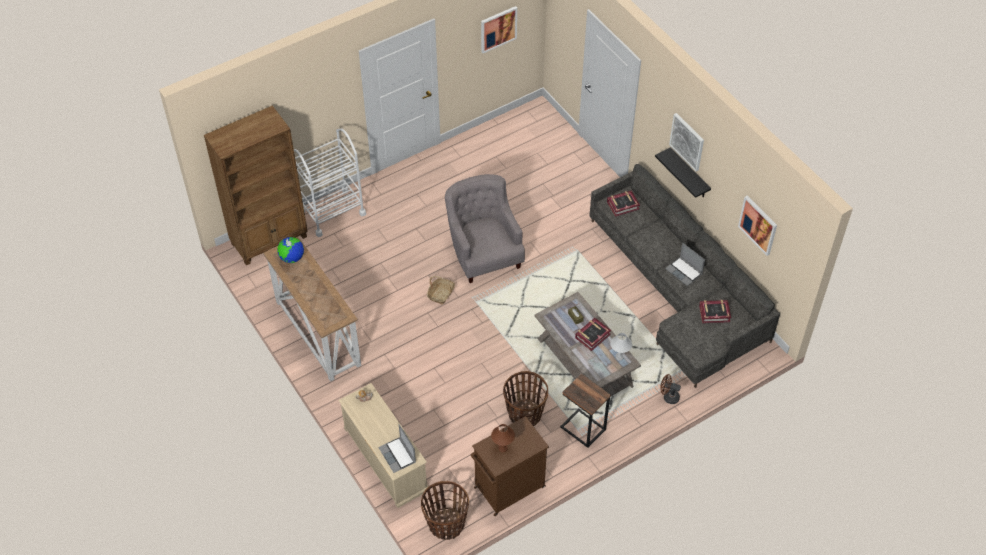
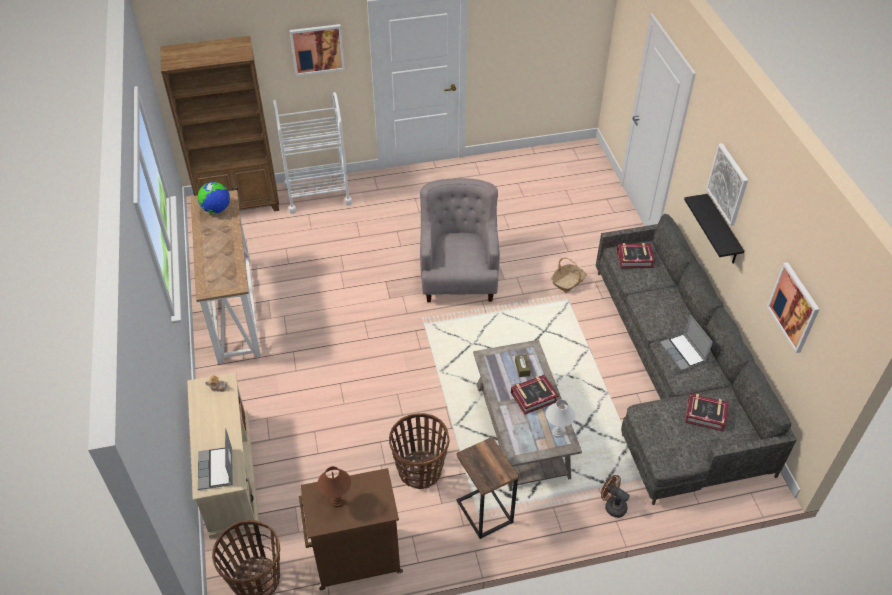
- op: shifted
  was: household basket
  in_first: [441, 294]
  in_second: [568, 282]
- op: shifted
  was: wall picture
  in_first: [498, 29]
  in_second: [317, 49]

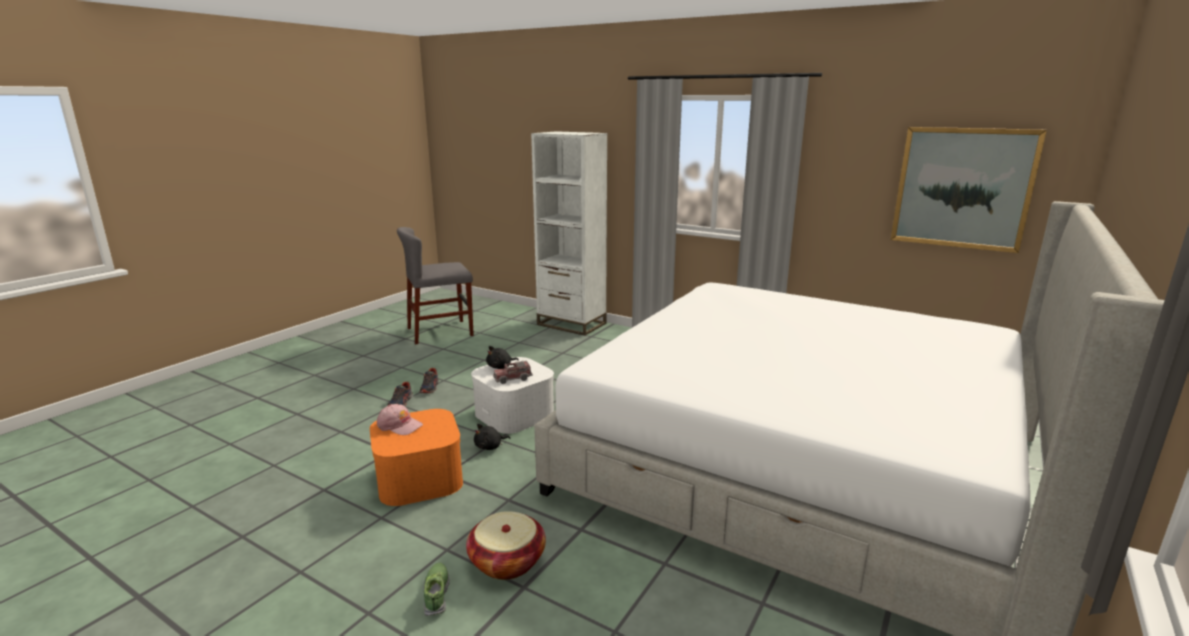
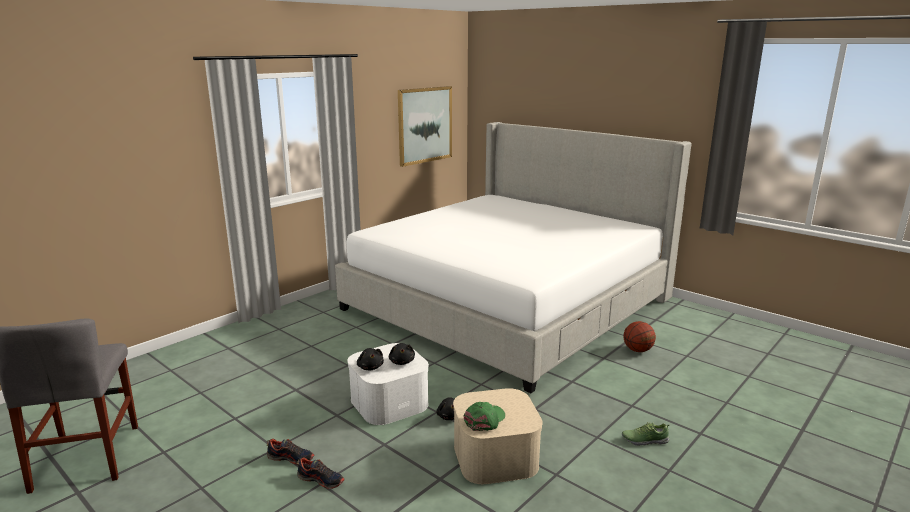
- op: gone
  was: household basket
  in_first: [507, 561]
- op: gone
  was: whitish shelving unit
  in_first: [571, 324]
- op: new
  now: basketball ball
  in_second: [637, 350]
- op: swapped
  was: toy truck
  now: blackish soft toy
  in_first: [513, 378]
  in_second: [402, 362]
- op: repainted
  was: orange storage box
  now: beige storage box
  in_first: [419, 478]
  in_second: [495, 456]
- op: repainted
  was: pinkish baseball cap
  now: green baseball cap
  in_first: [399, 425]
  in_second: [485, 420]

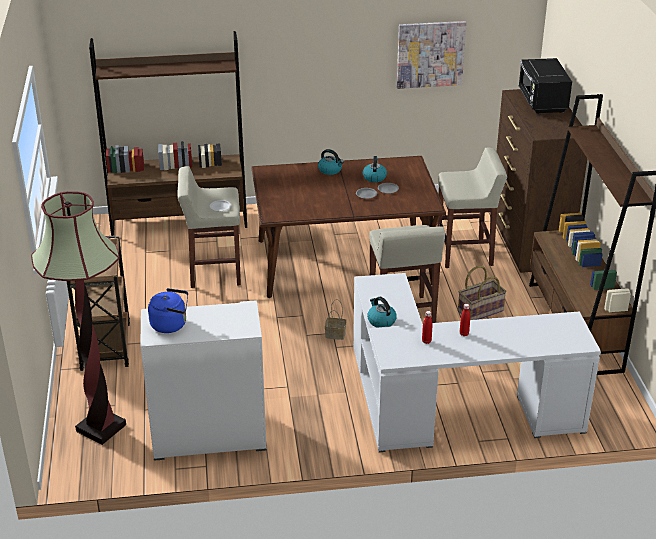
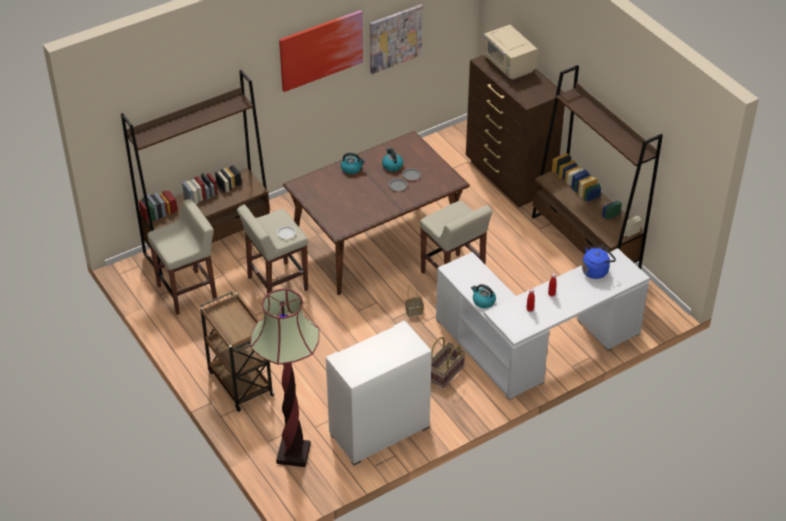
- op: new
  now: wall picture
  in_second: [321, 50]
- op: shifted
  was: blue-coloured water kettle
  in_first: [171, 324]
  in_second: [596, 270]
- op: shifted
  was: beige stool seat
  in_first: [465, 253]
  in_second: [188, 292]
- op: shifted
  was: household basket
  in_first: [480, 310]
  in_second: [445, 372]
- op: repainted
  was: blackish kitchen microwave
  now: beige kitchen microwave
  in_first: [542, 102]
  in_second: [508, 65]

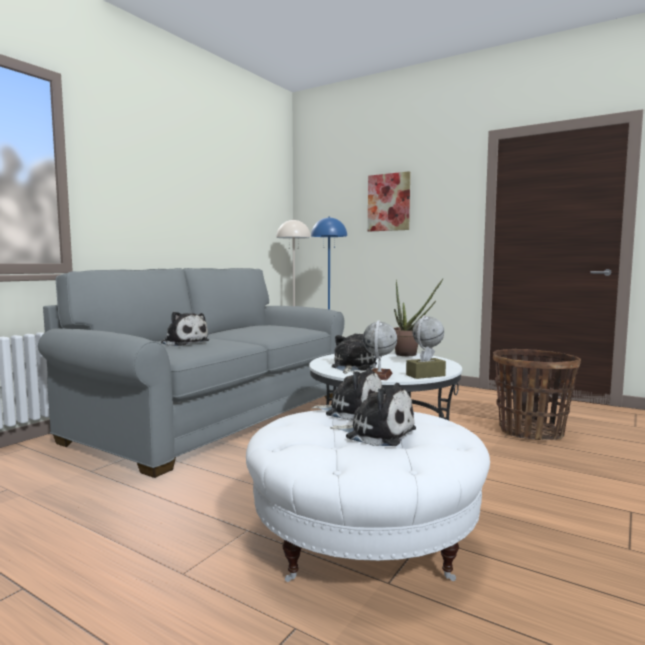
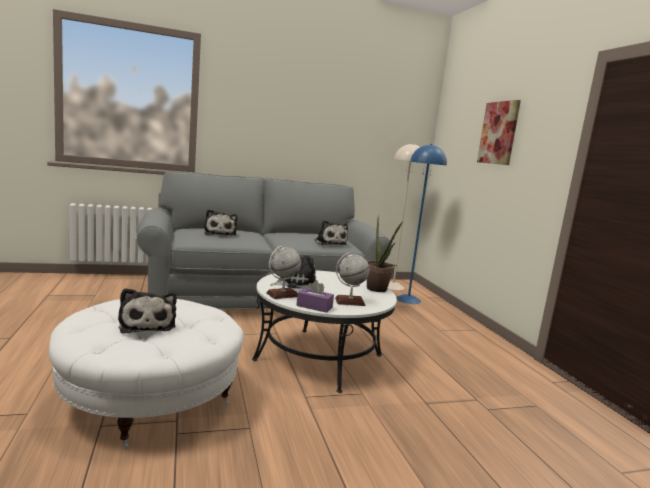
- op: gone
  was: household basket
  in_first: [531, 432]
- op: shifted
  was: soft toy
  in_first: [352, 411]
  in_second: [329, 243]
- op: repainted
  was: brown tissue holder
  now: purplish tissue holder
  in_first: [425, 375]
  in_second: [314, 306]

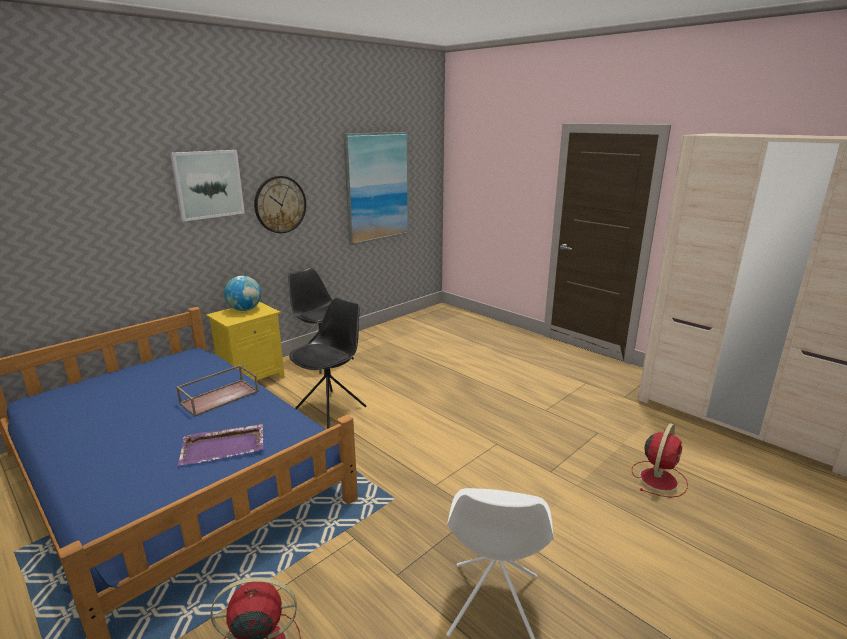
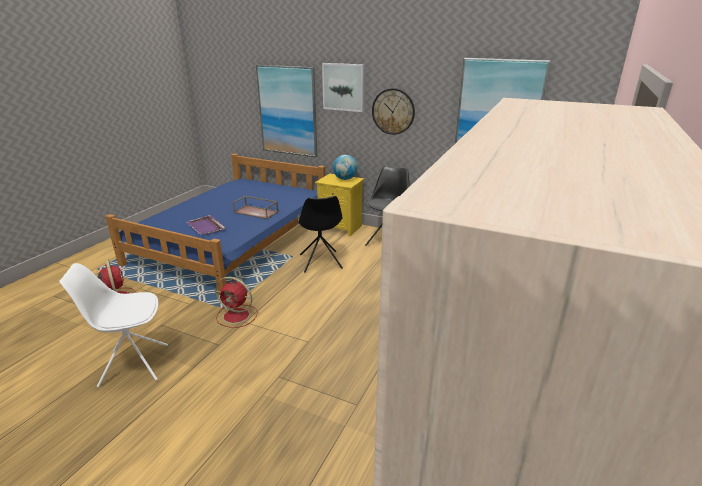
- op: new
  now: wall picture
  in_second: [287, 111]
- op: shifted
  was: red-coloured electric fan
  in_first: [659, 478]
  in_second: [237, 316]
- op: rotated
  was: blackish plain chair
  in_first: [331, 408]
  in_second: [320, 262]
  clockwise: 60

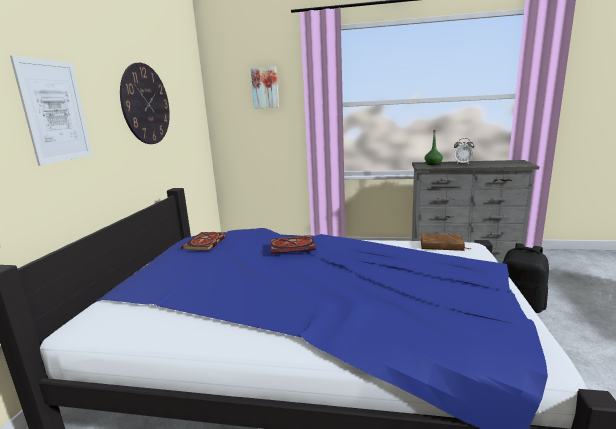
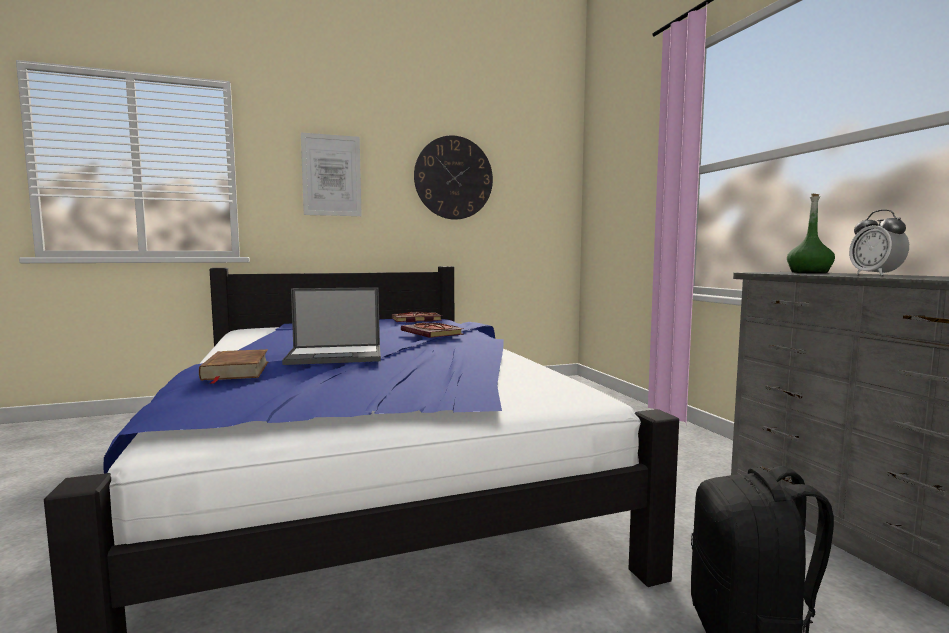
- op: gone
  was: wall picture
  in_first: [265, 88]
- op: new
  now: laptop
  in_second: [336, 356]
- op: shifted
  was: brown bound book
  in_first: [441, 245]
  in_second: [235, 371]

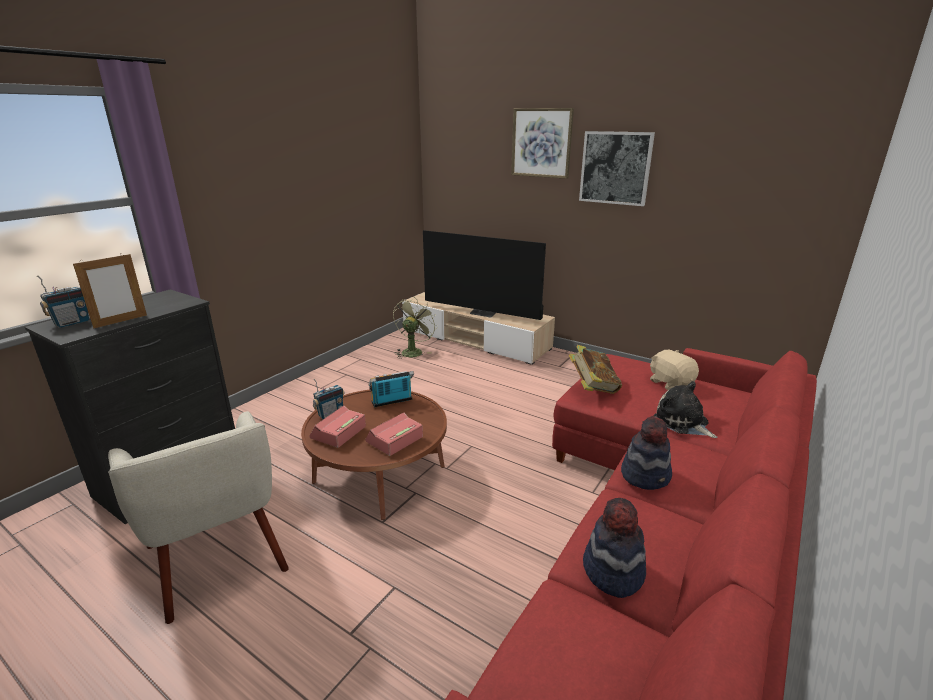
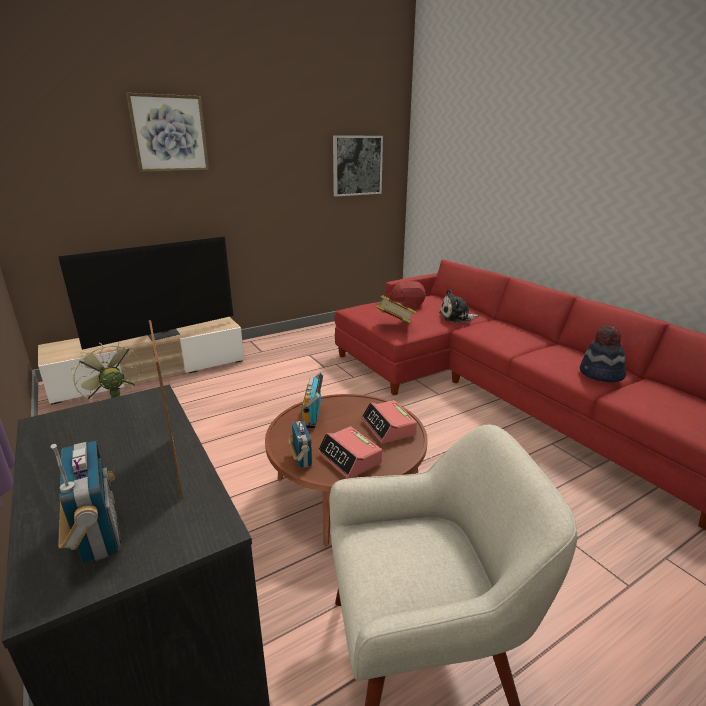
- op: gone
  was: clothing hat
  in_first: [646, 475]
- op: shifted
  was: wall picture
  in_first: [615, 168]
  in_second: [357, 165]
- op: repainted
  was: beige soft toy
  now: red-coloured soft toy
  in_first: [670, 383]
  in_second: [408, 305]

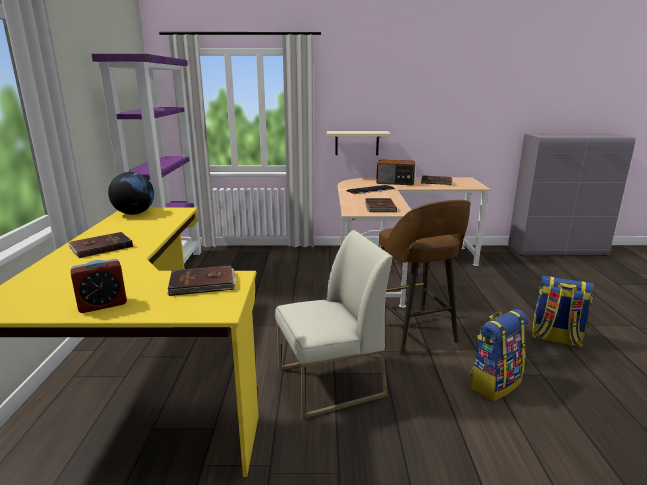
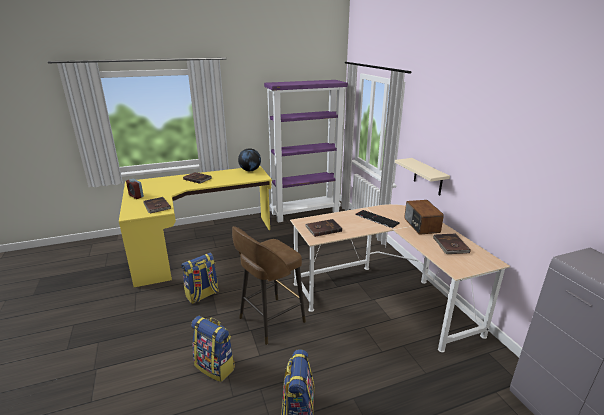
- op: swapped
  was: whitish plain chair
  now: backpack
  in_first: [330, 383]
  in_second: [202, 295]

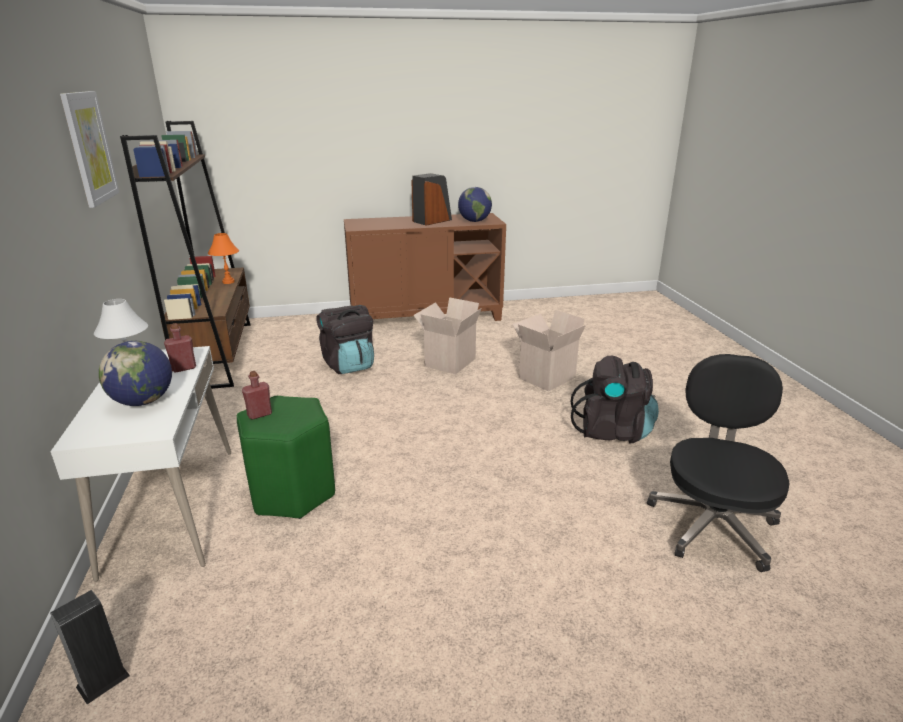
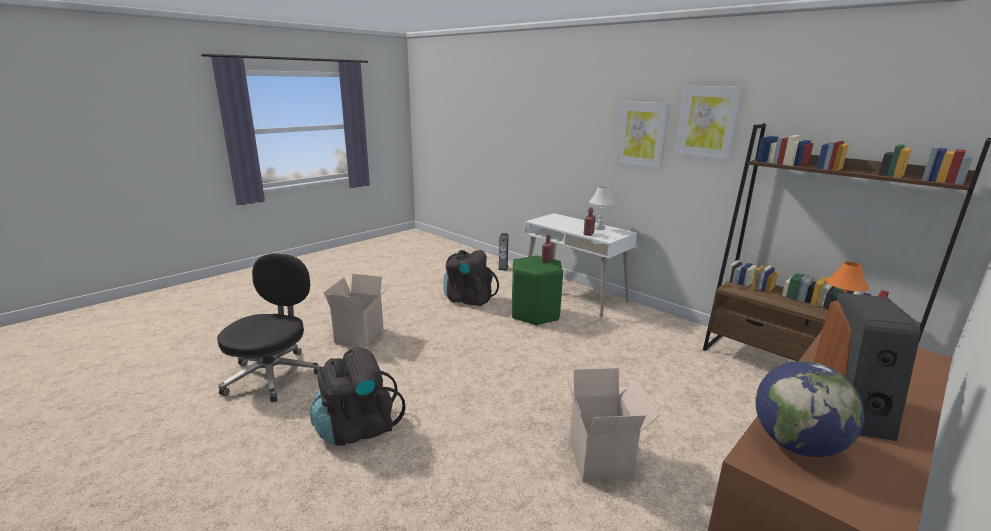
- op: gone
  was: globe
  in_first: [143, 401]
- op: new
  now: wall picture
  in_second: [641, 134]
- op: shifted
  was: blackish backpack
  in_first: [349, 365]
  in_second: [468, 299]
- op: shifted
  was: cardboard box
  in_first: [546, 377]
  in_second: [360, 336]
- op: rotated
  was: blackish computer chair
  in_first: [712, 524]
  in_second: [273, 375]
  clockwise: -150

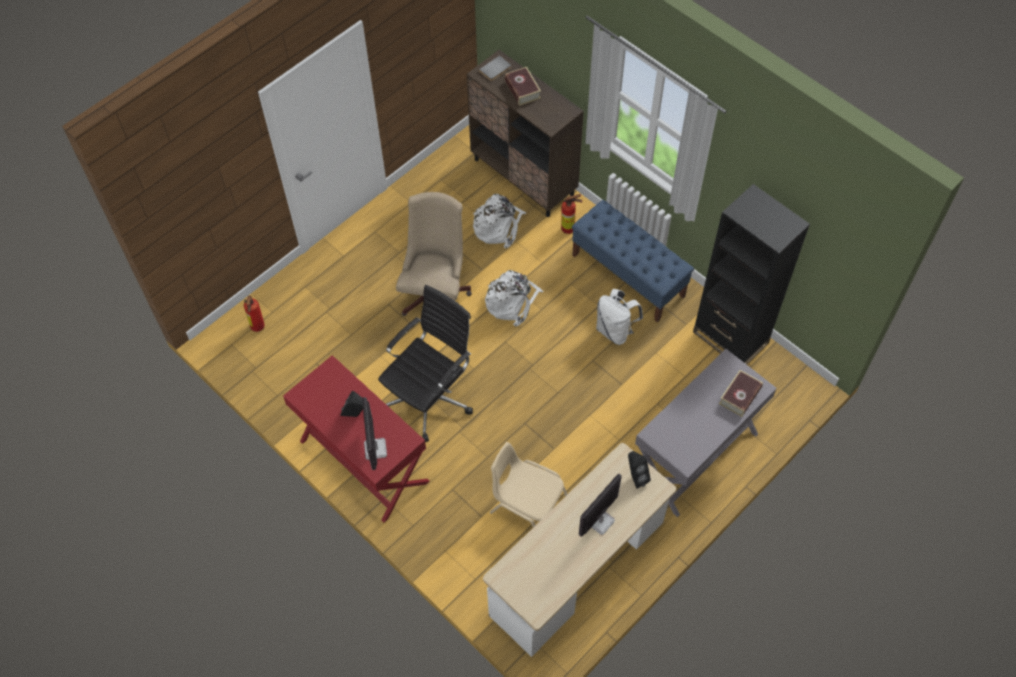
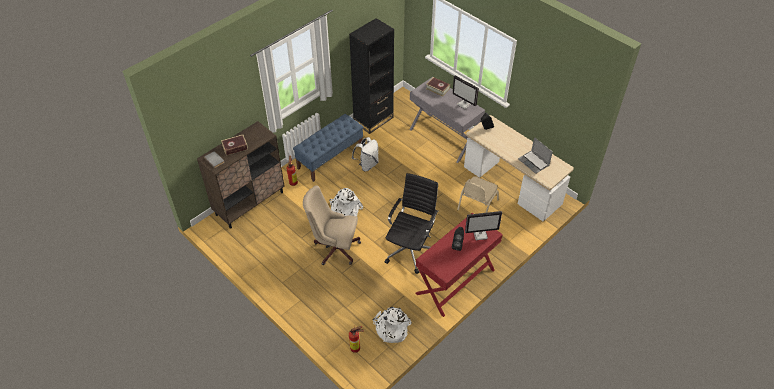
- op: new
  now: laptop
  in_second: [534, 162]
- op: shifted
  was: whitish backpack
  in_first: [498, 227]
  in_second: [391, 328]
- op: shifted
  was: computer screen
  in_first: [600, 522]
  in_second: [464, 104]
- op: rotated
  was: blackish computer chair
  in_first: [430, 397]
  in_second: [411, 249]
  clockwise: 75

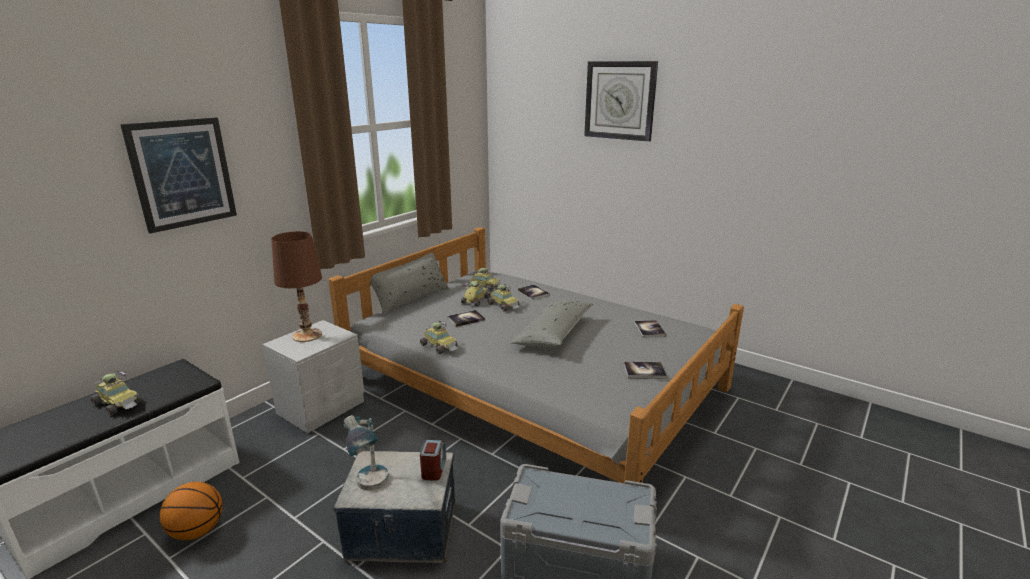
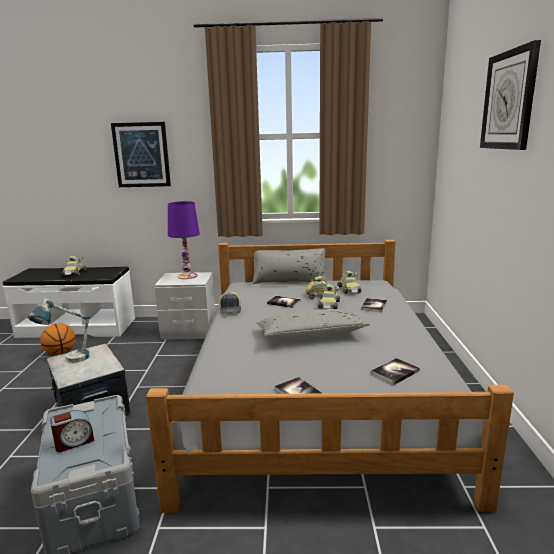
- op: shifted
  was: table clock
  in_first: [434, 468]
  in_second: [74, 442]
- op: swapped
  was: model car
  now: baseball cap
  in_first: [440, 346]
  in_second: [230, 309]
- op: repainted
  was: brown lamp for a table
  now: purplish lamp for a table
  in_first: [307, 335]
  in_second: [187, 276]

